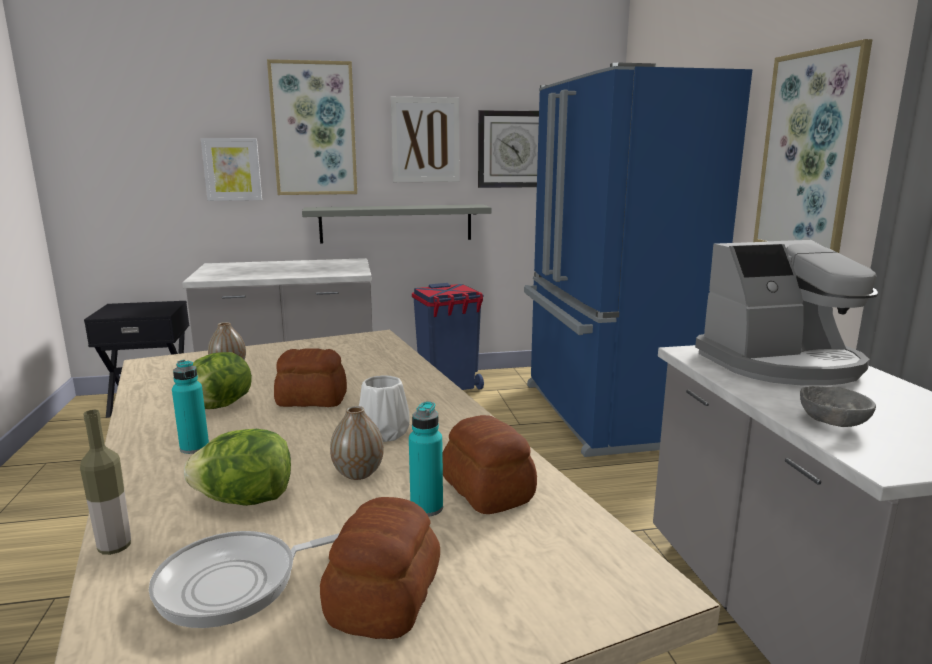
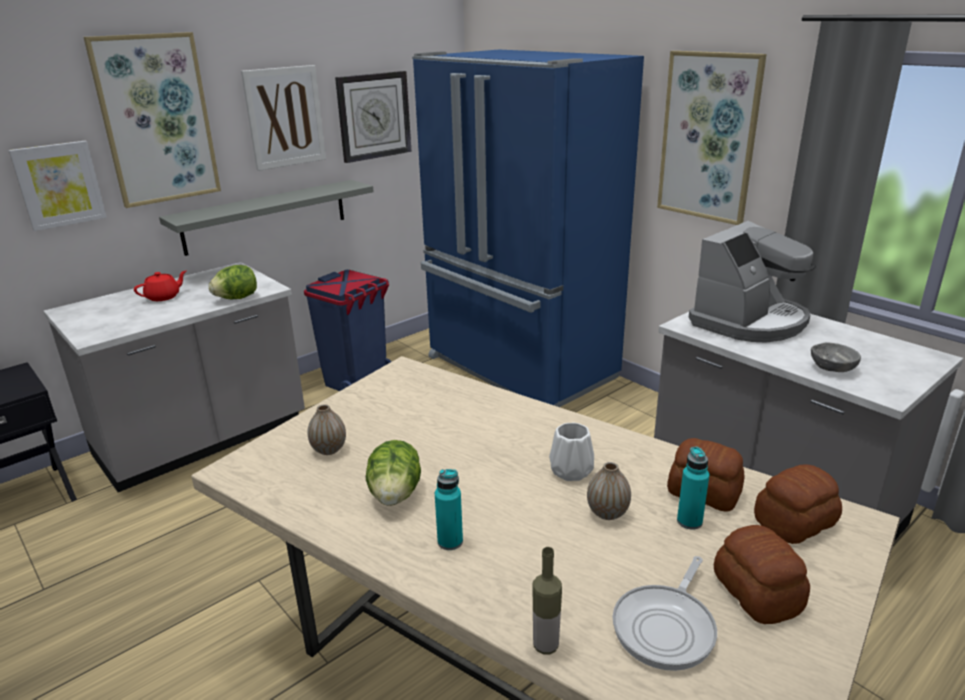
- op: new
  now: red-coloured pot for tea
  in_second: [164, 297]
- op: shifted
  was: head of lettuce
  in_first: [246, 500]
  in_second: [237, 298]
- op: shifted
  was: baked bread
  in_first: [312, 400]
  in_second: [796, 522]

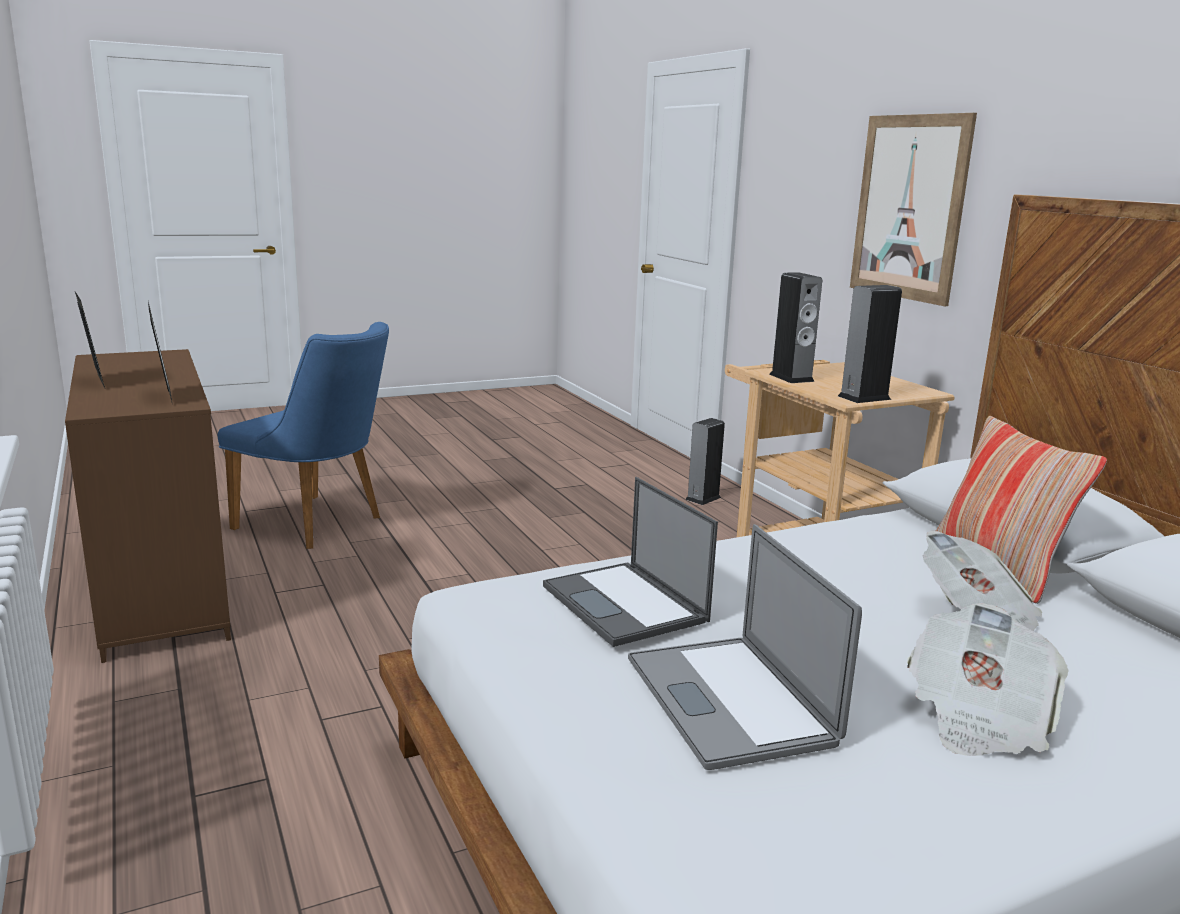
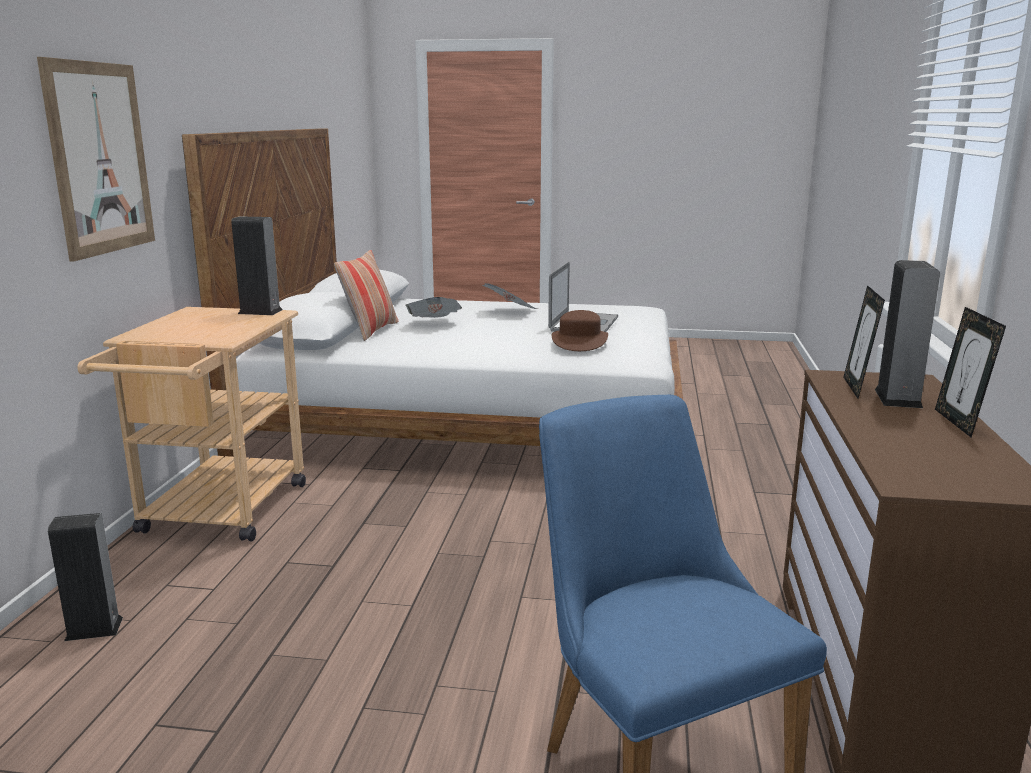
- op: shifted
  was: loudspeaker
  in_first: [791, 378]
  in_second: [898, 398]
- op: swapped
  was: laptop
  now: brown clothing hat
  in_first: [626, 604]
  in_second: [579, 341]

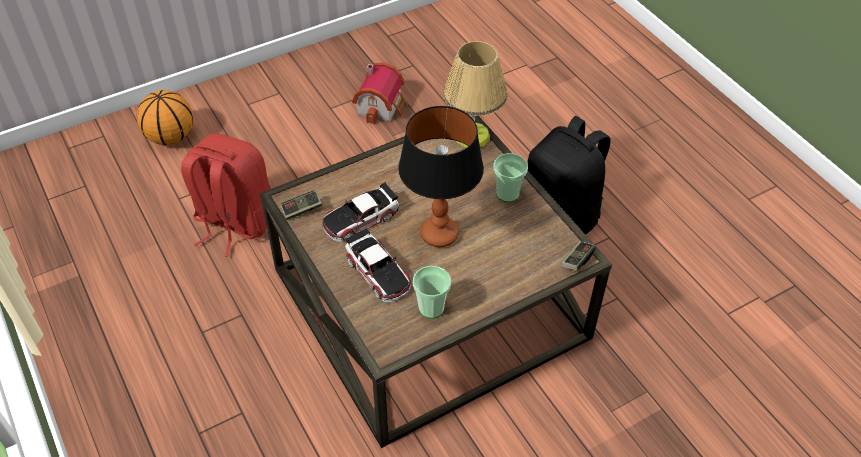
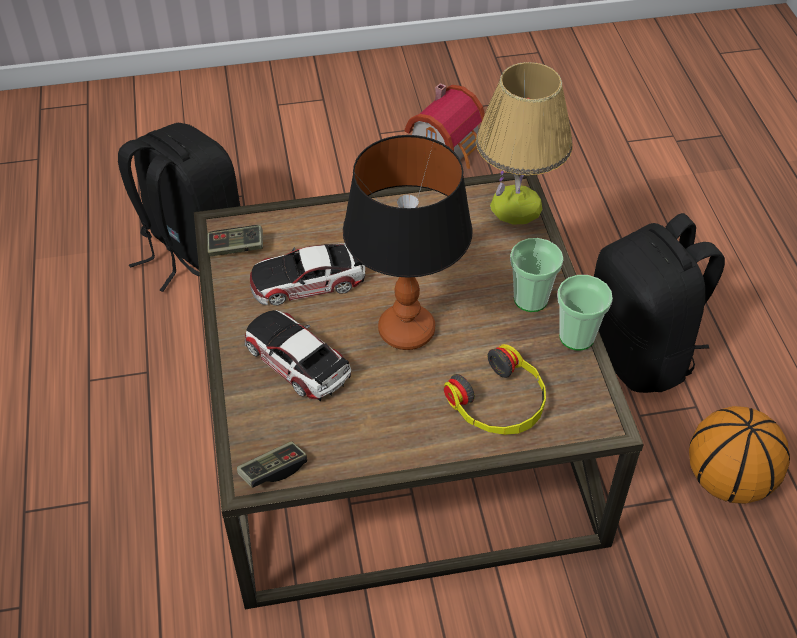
- op: new
  now: pair of headphones
  in_second: [499, 403]
- op: shifted
  was: basketball ball
  in_first: [170, 136]
  in_second: [727, 479]
- op: shifted
  was: small cup
  in_first: [431, 308]
  in_second: [576, 337]
- op: shifted
  was: gamepad
  in_first: [577, 260]
  in_second: [273, 470]
- op: repainted
  was: red-coloured backpack
  now: blackish backpack
  in_first: [233, 222]
  in_second: [191, 250]
- op: rotated
  was: model car
  in_first: [378, 272]
  in_second: [297, 360]
  clockwise: 150

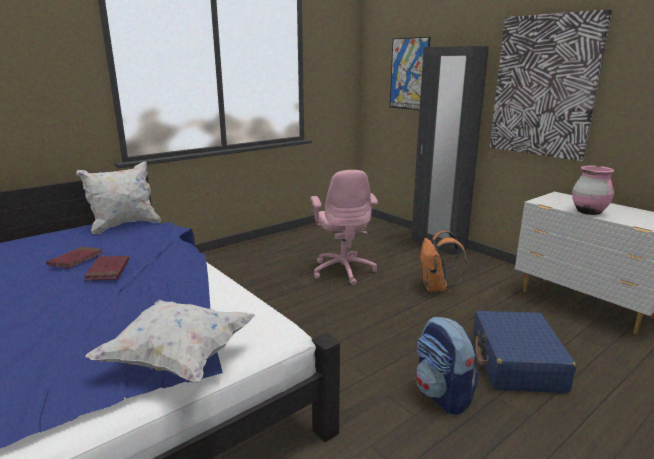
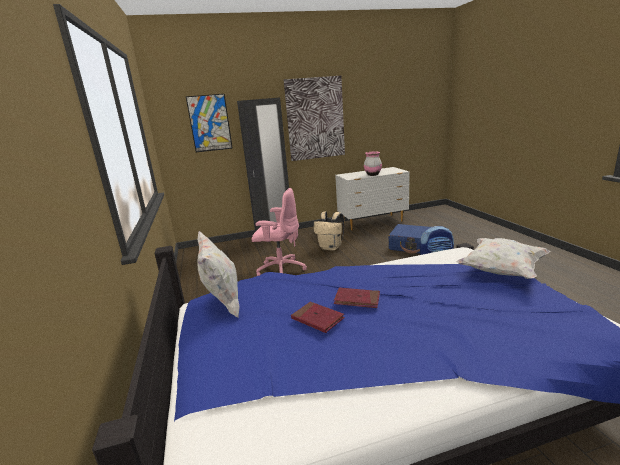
- op: repainted
  was: orange backpack
  now: beige backpack
  in_first: [436, 288]
  in_second: [331, 248]

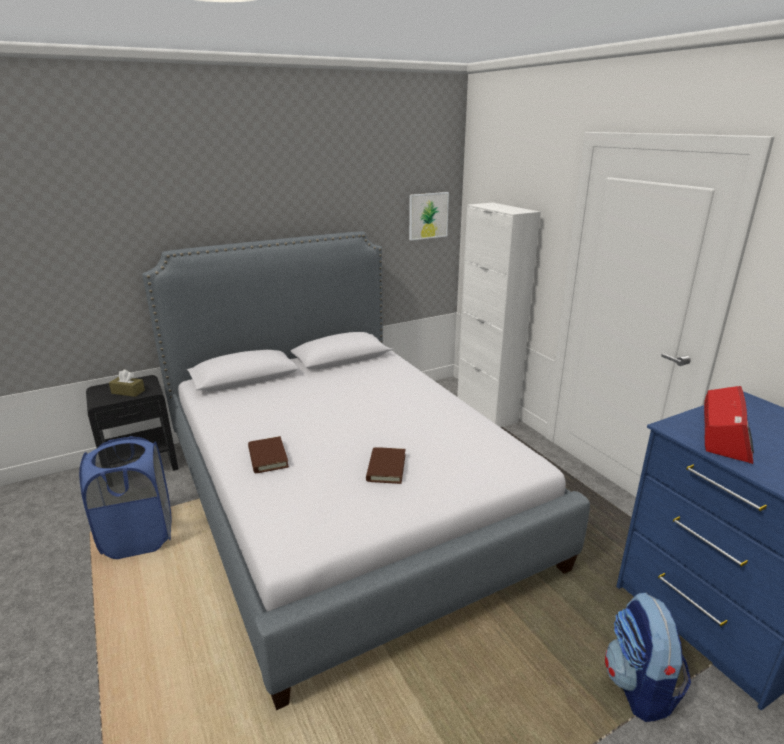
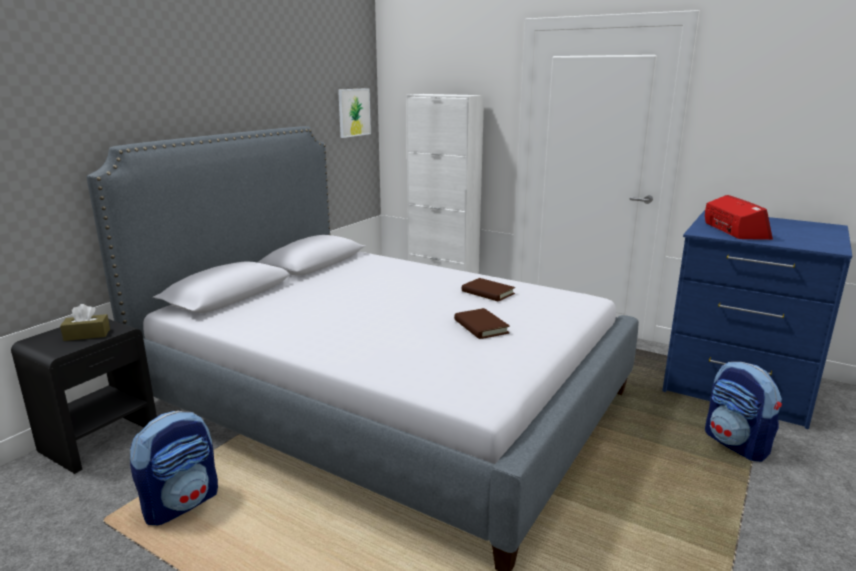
- op: shifted
  was: brown bound book
  in_first: [268, 457]
  in_second: [487, 292]
- op: swapped
  was: blue-coloured hamper
  now: backpack
  in_first: [139, 537]
  in_second: [182, 503]

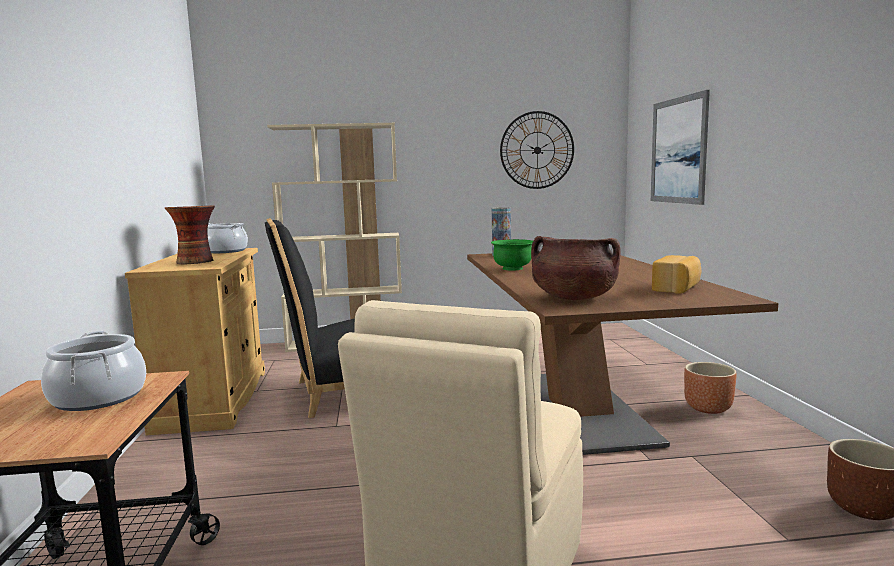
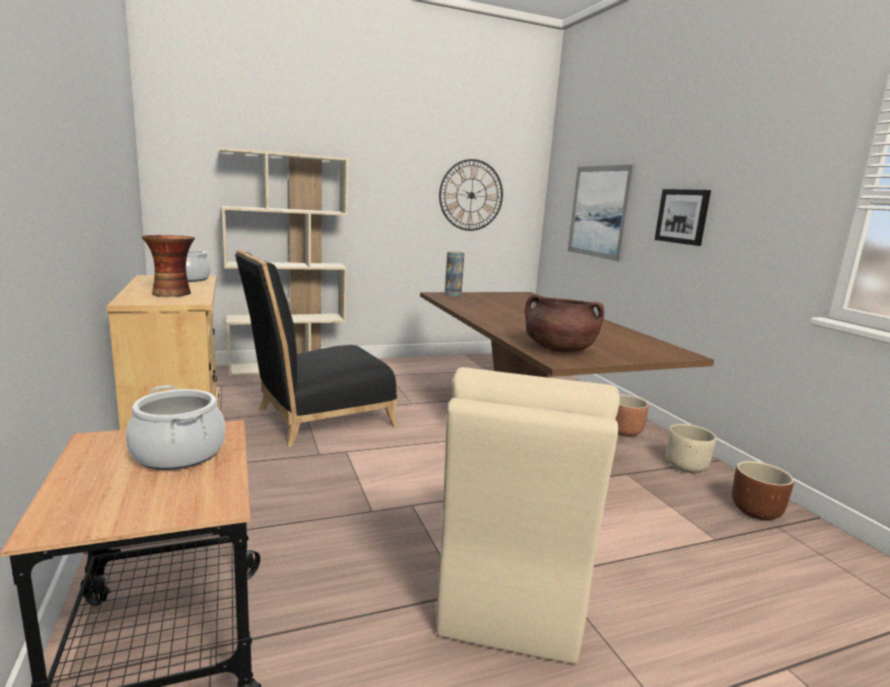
- op: gone
  was: green deep dish
  in_first: [512, 269]
- op: gone
  was: baked bread
  in_first: [677, 288]
- op: new
  now: wall picture
  in_second: [682, 216]
- op: new
  now: beige planter
  in_second: [686, 467]

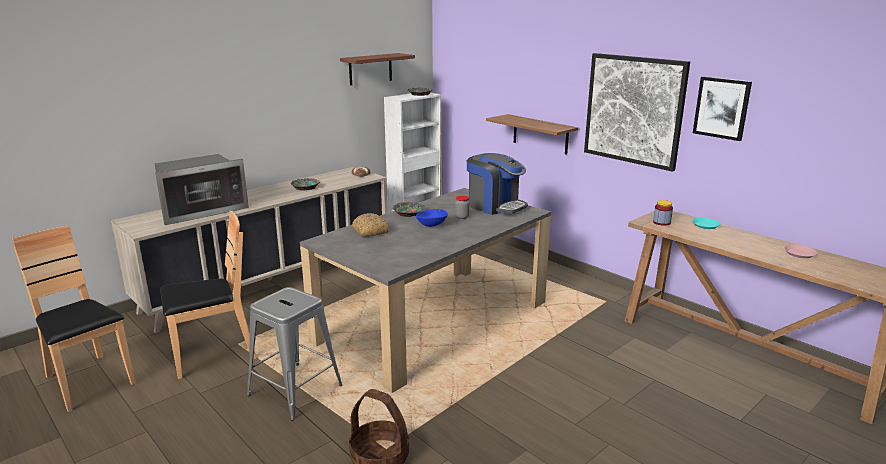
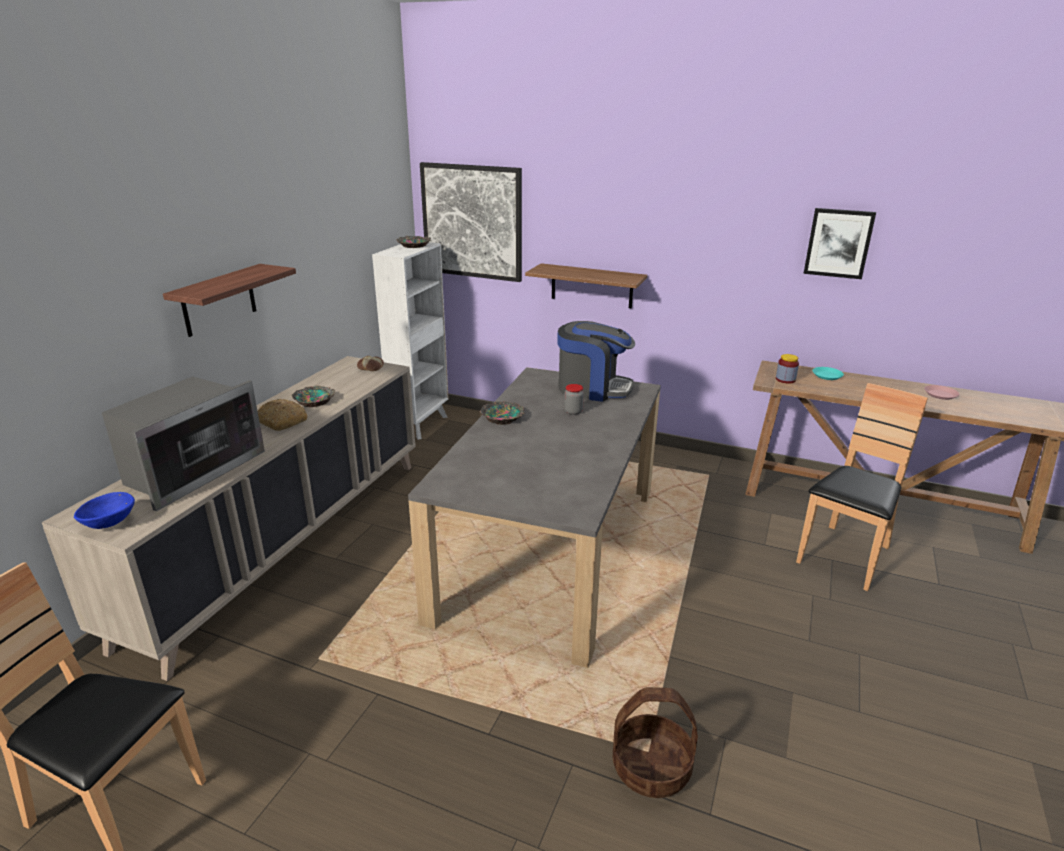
- op: gone
  was: grey stool seat
  in_first: [295, 390]
- op: shifted
  was: brown plain chair
  in_first: [213, 355]
  in_second: [844, 556]
- op: shifted
  was: wall shelf
  in_first: [370, 69]
  in_second: [219, 300]
- op: shifted
  was: baked bread
  in_first: [369, 231]
  in_second: [281, 422]
- op: shifted
  was: blue-coloured deep dish
  in_first: [431, 225]
  in_second: [109, 524]
- op: shifted
  was: wall picture
  in_first: [634, 110]
  in_second: [472, 222]

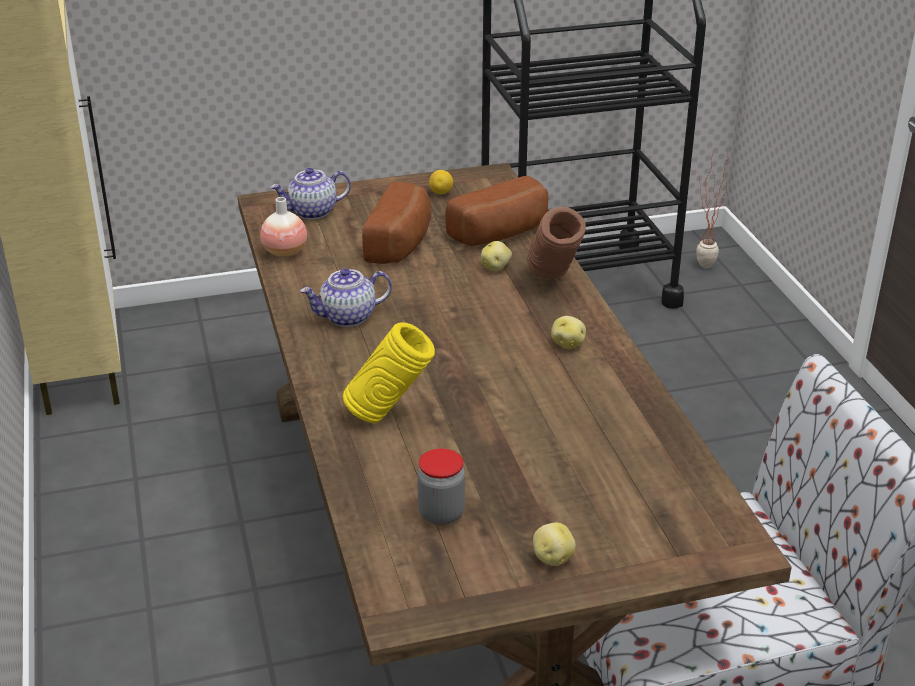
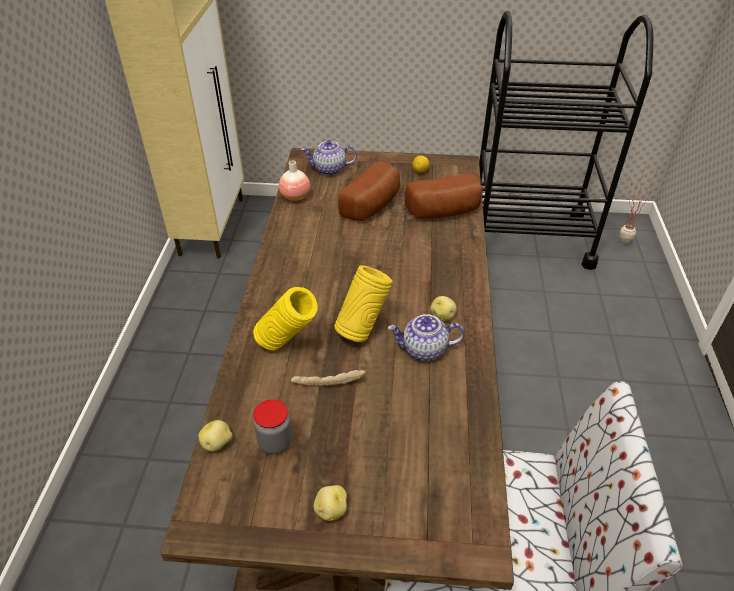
- op: gone
  was: brown decorative vase
  in_first: [553, 282]
- op: new
  now: baked bread
  in_second: [328, 381]
- op: new
  now: yellow-coloured decorative vase
  in_second: [362, 329]
- op: shifted
  was: pot for tea
  in_first: [347, 317]
  in_second: [424, 350]
- op: shifted
  was: spud
  in_first: [496, 267]
  in_second: [218, 443]

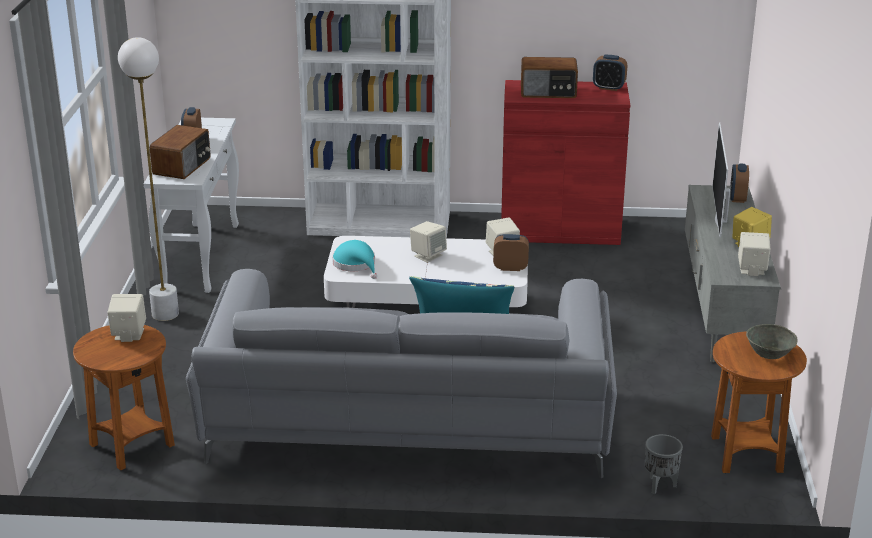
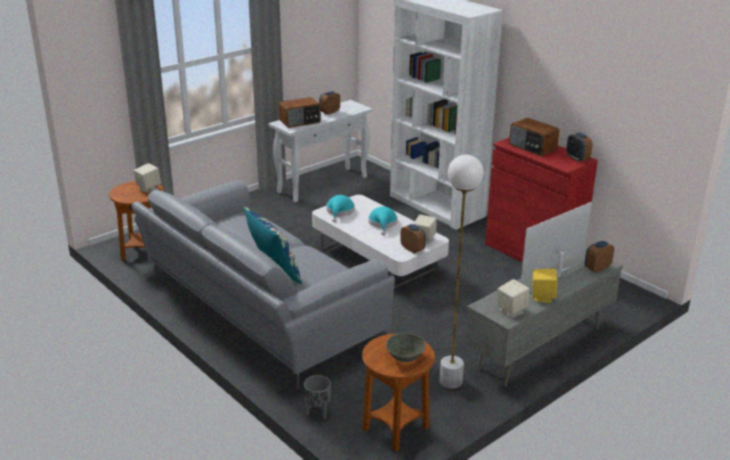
- op: shifted
  was: whitish standing lamp
  in_first: [165, 314]
  in_second: [450, 381]
- op: swapped
  was: beige loudspeaker
  now: turquoise clothing hat
  in_first: [428, 256]
  in_second: [383, 223]

